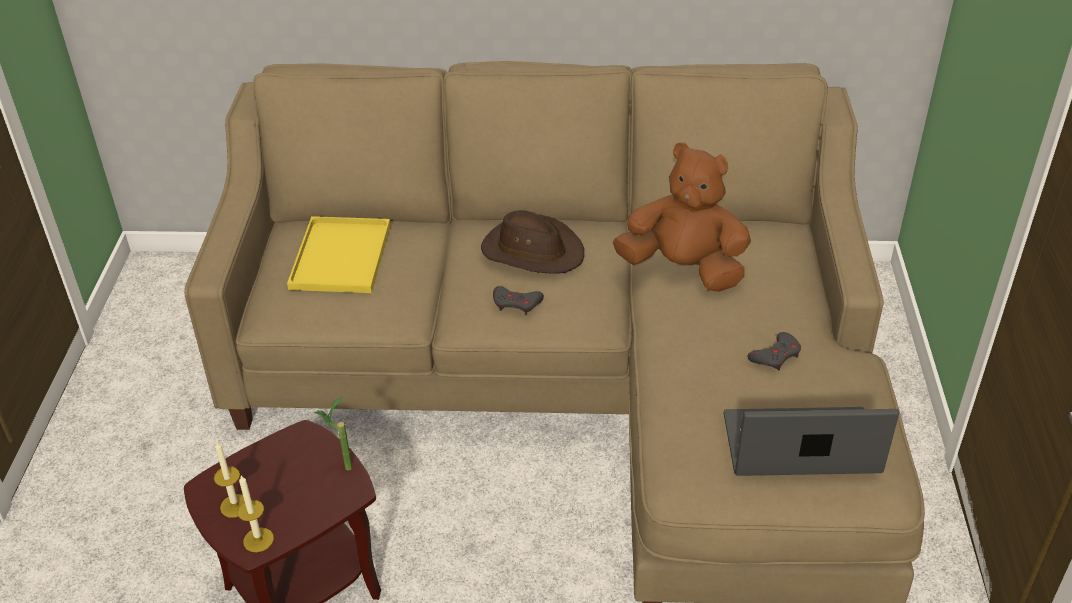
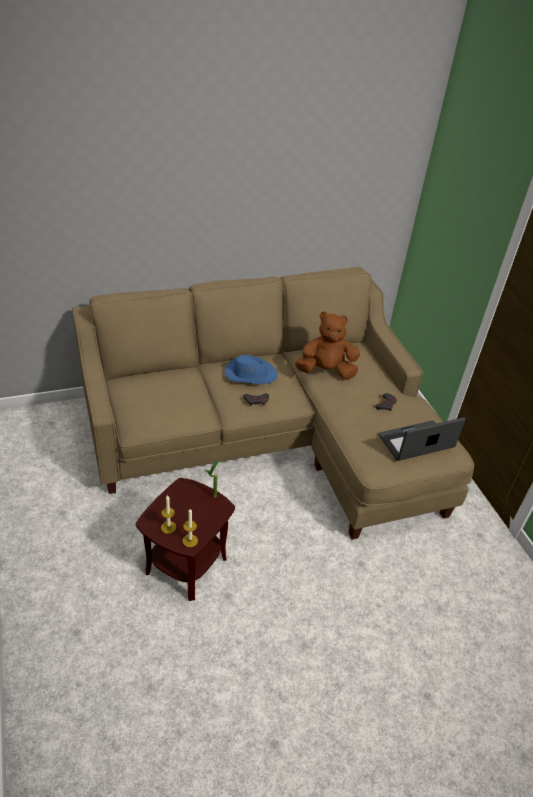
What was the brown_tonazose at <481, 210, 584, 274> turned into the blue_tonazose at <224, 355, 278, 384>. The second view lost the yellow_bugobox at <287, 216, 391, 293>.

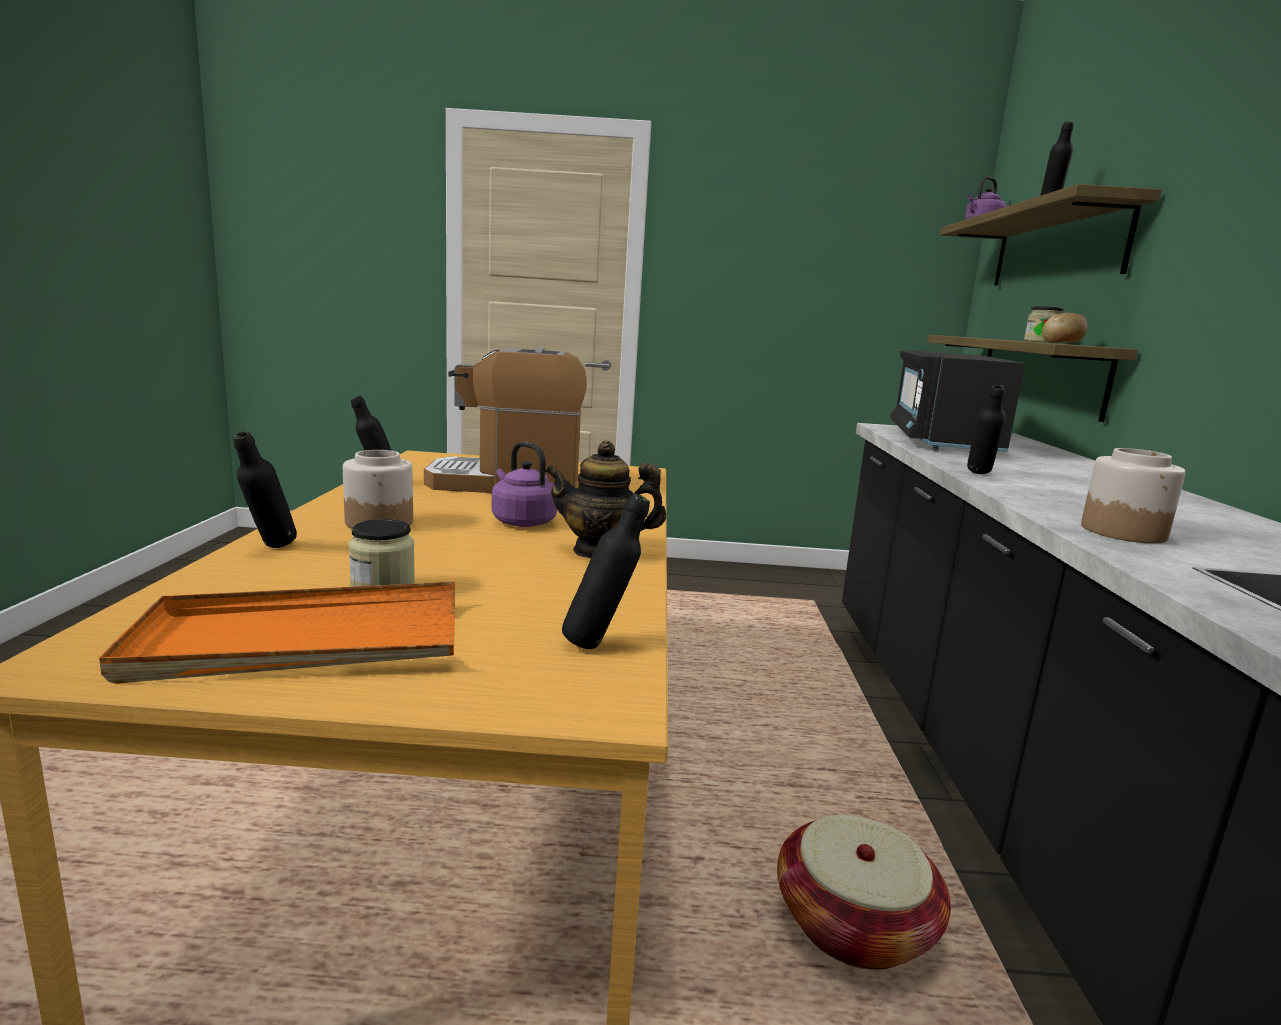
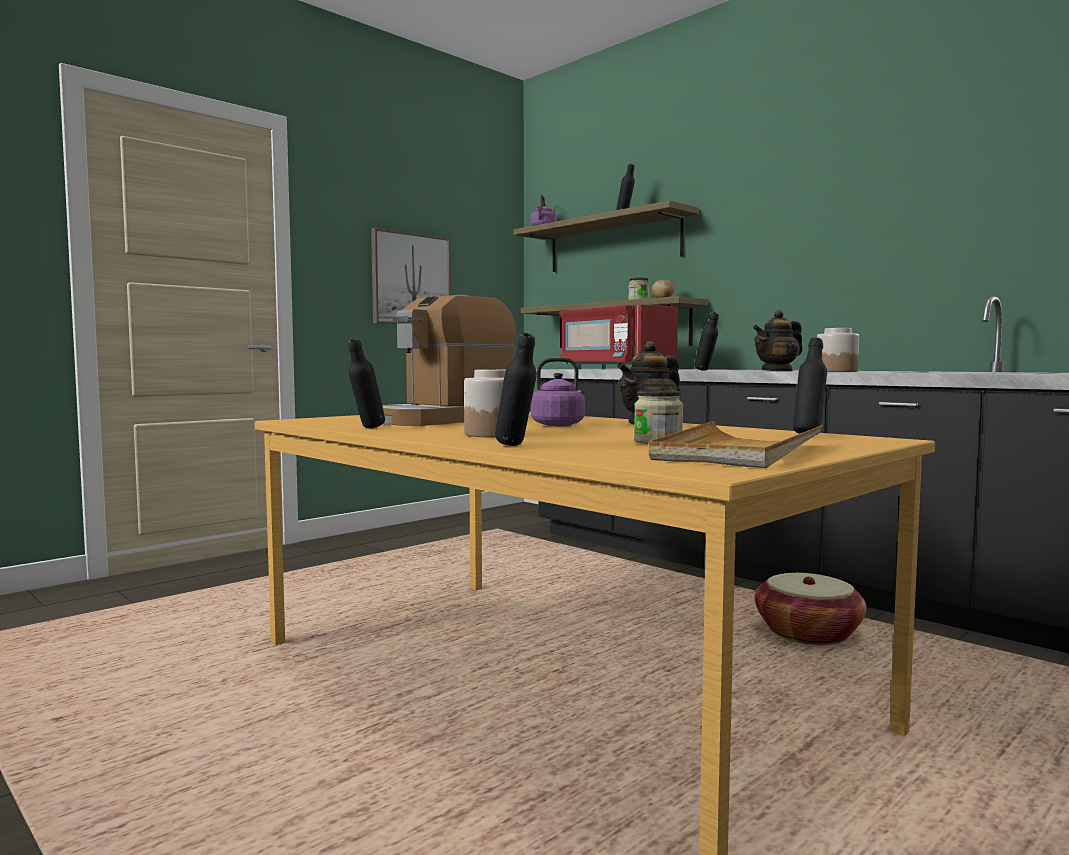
The second view gained the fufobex at <371, 228, 451, 324>. What was the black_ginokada at <891, 351, 1025, 452> turned into the red_ginokada at <559, 305, 678, 369>. What was the orange_bugobox at <99, 582, 455, 684> turned into the beige_bugobox at <649, 421, 823, 468>. The second view gained the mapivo at <753, 310, 803, 371>.

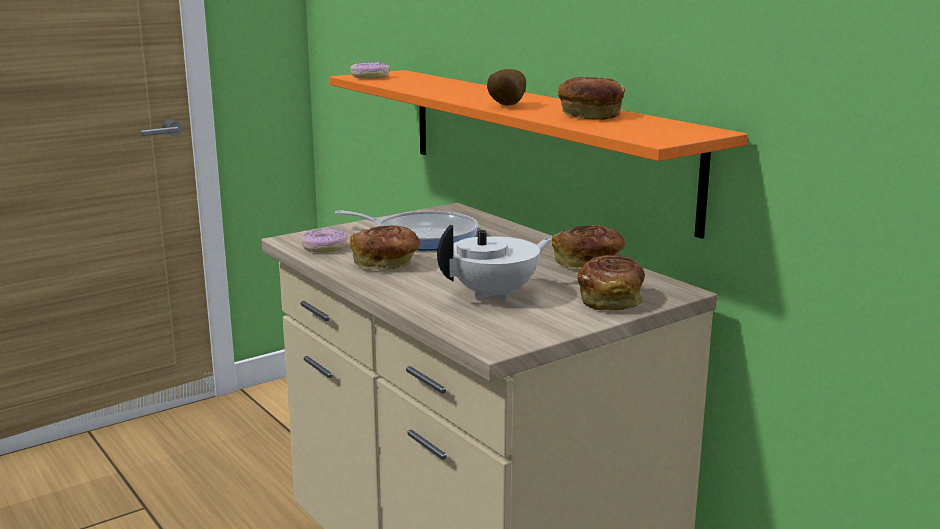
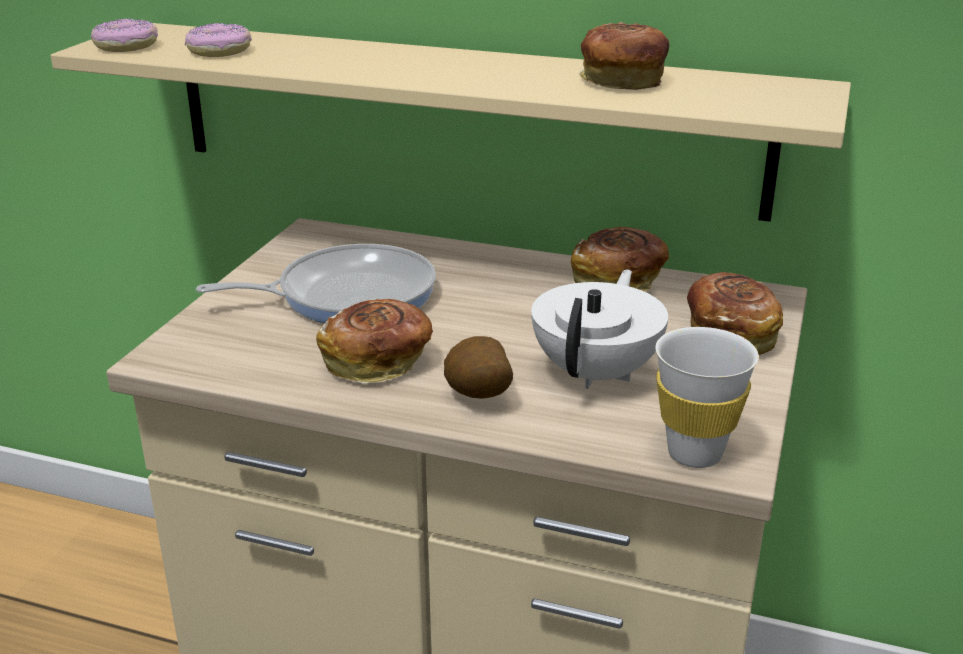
What was the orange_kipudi at <330, 70, 748, 239> turned into the beige_kipudi at <51, 23, 851, 222>. The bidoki ended up elsewhere, having gone from <301, 228, 348, 253> to <185, 23, 252, 57>. The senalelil ended up elsewhere, having gone from <487, 69, 526, 106> to <444, 336, 513, 399>. The second view gained the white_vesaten at <655, 327, 759, 468>.

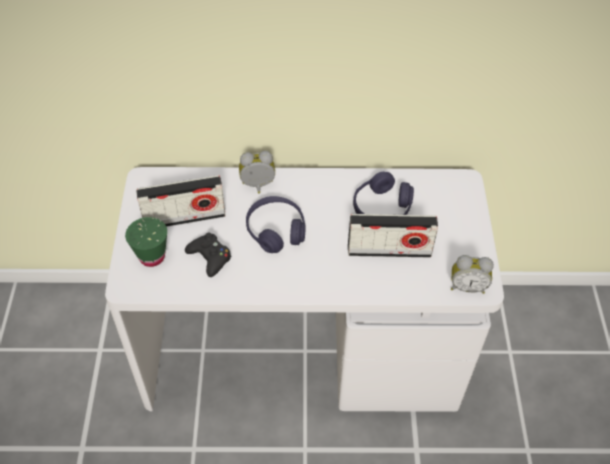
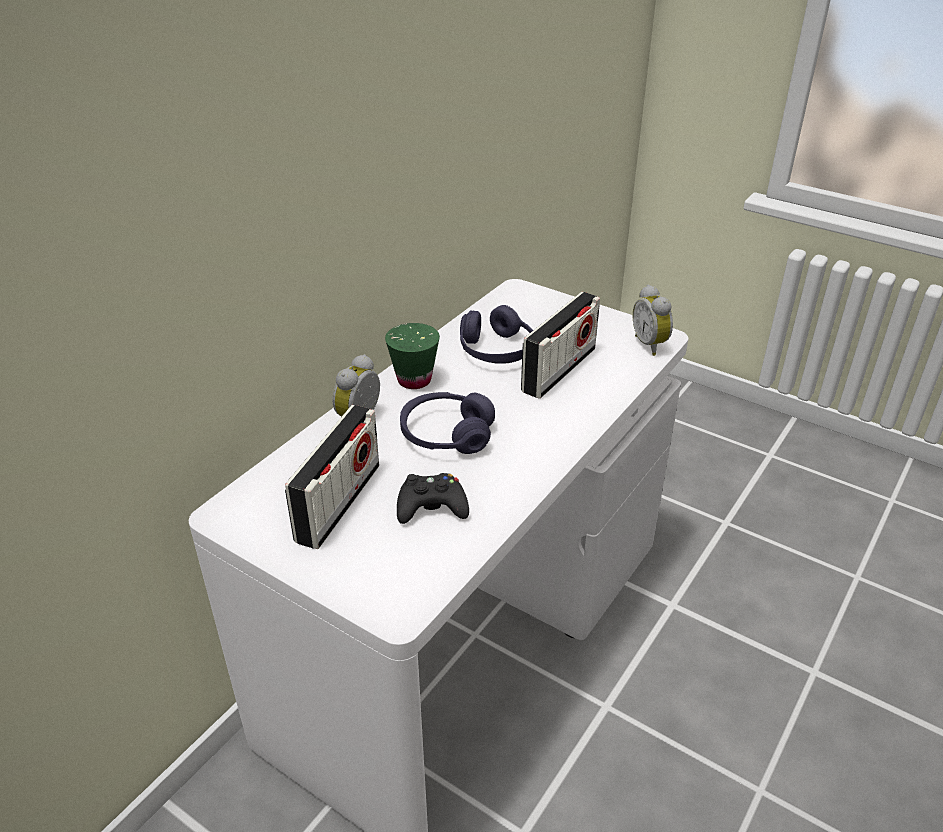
The green_vesaten ended up elsewhere, having gone from <125, 217, 167, 267> to <385, 323, 440, 389>. The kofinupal at <451, 255, 494, 294> ended up facing another way, 120 degrees clockwise from before.

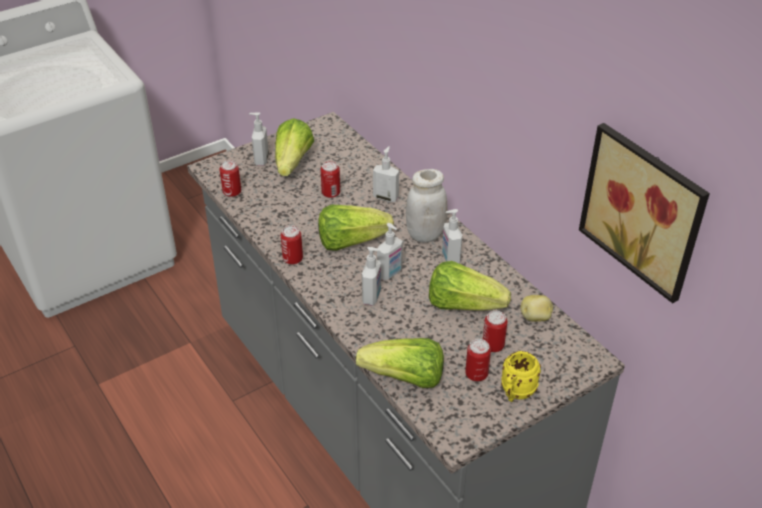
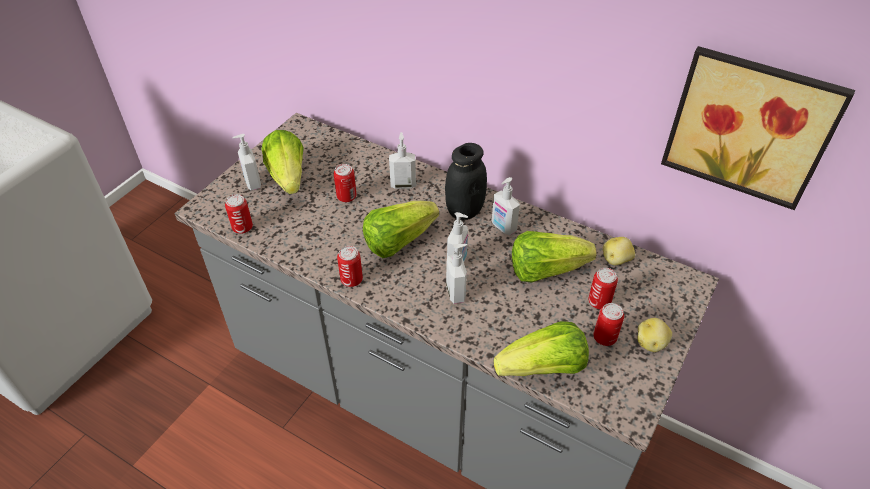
What was the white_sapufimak at <406, 169, 448, 243> turned into the black_sapufimak at <445, 143, 487, 220>. Where the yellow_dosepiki stood at <501, 351, 541, 402>, the senalelil came to stand at <637, 318, 672, 352>.

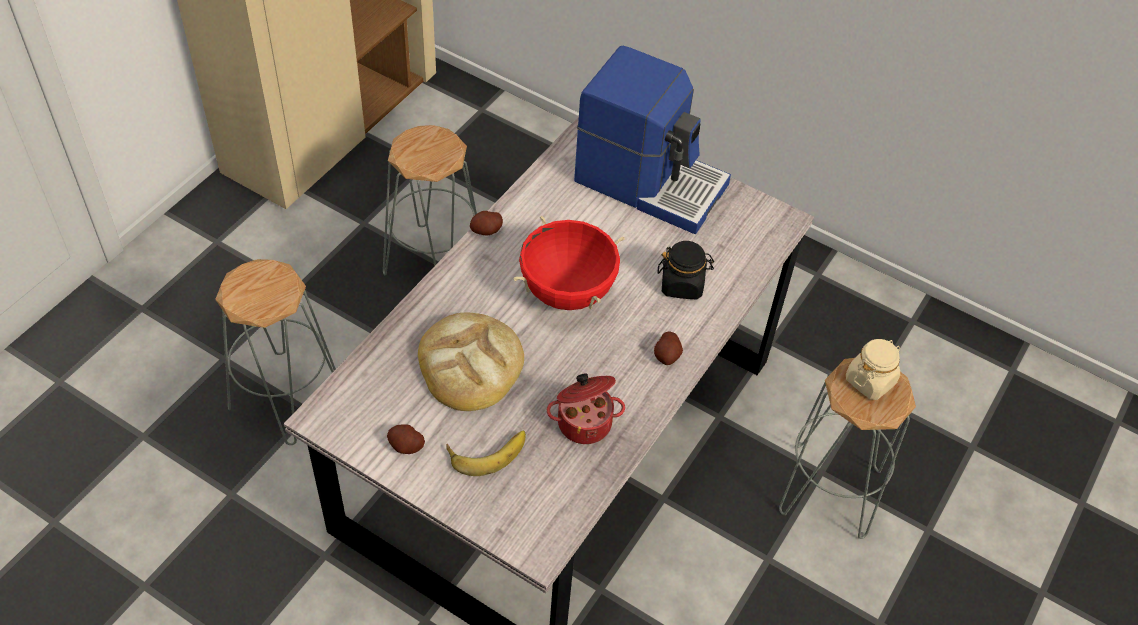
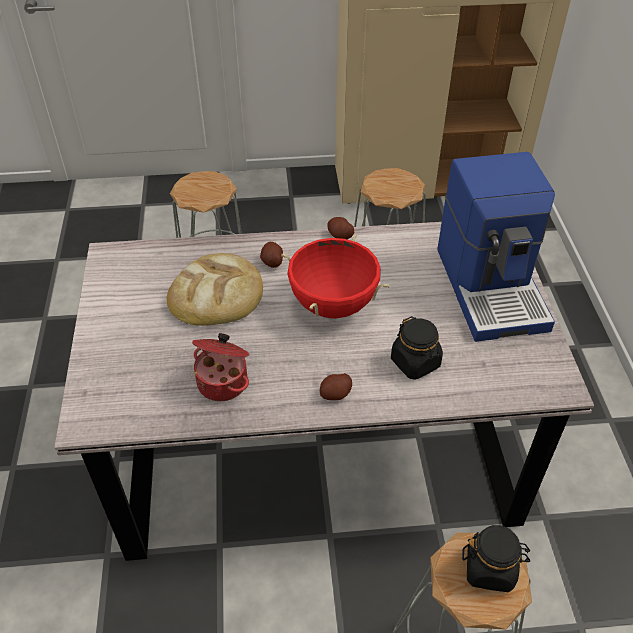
The senalelil ended up elsewhere, having gone from <387, 424, 425, 454> to <260, 242, 283, 268>. What was the beige_sapufimak at <846, 339, 900, 400> turned into the black_sapufimak at <462, 525, 530, 592>. The second view lost the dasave at <446, 431, 526, 476>.

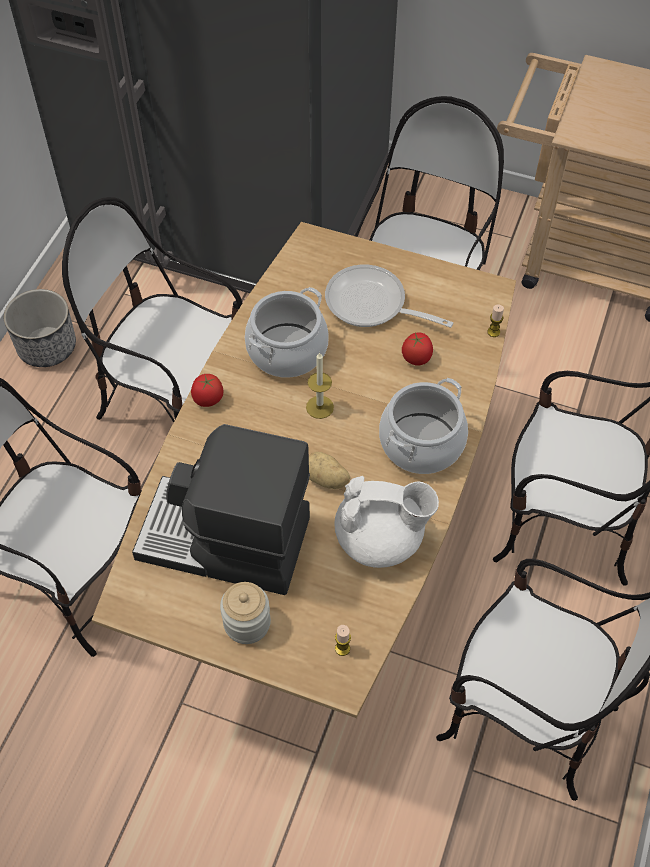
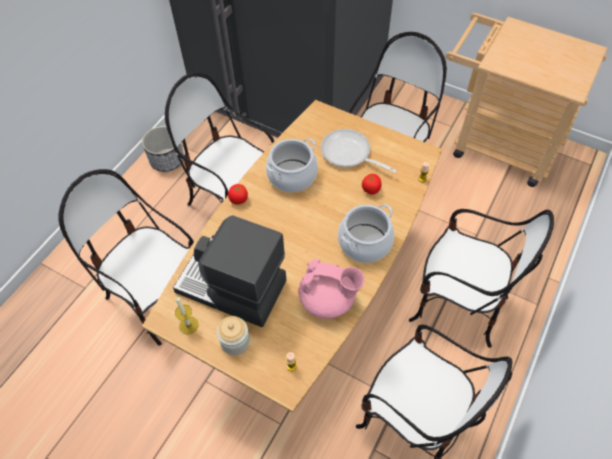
The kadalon ended up elsewhere, having gone from <306, 352, 334, 419> to <175, 297, 199, 334>. What was the white_mapivo at <334, 476, 439, 568> turned into the pink_mapivo at <299, 259, 364, 319>. The second view lost the senalelil at <309, 452, 350, 489>.

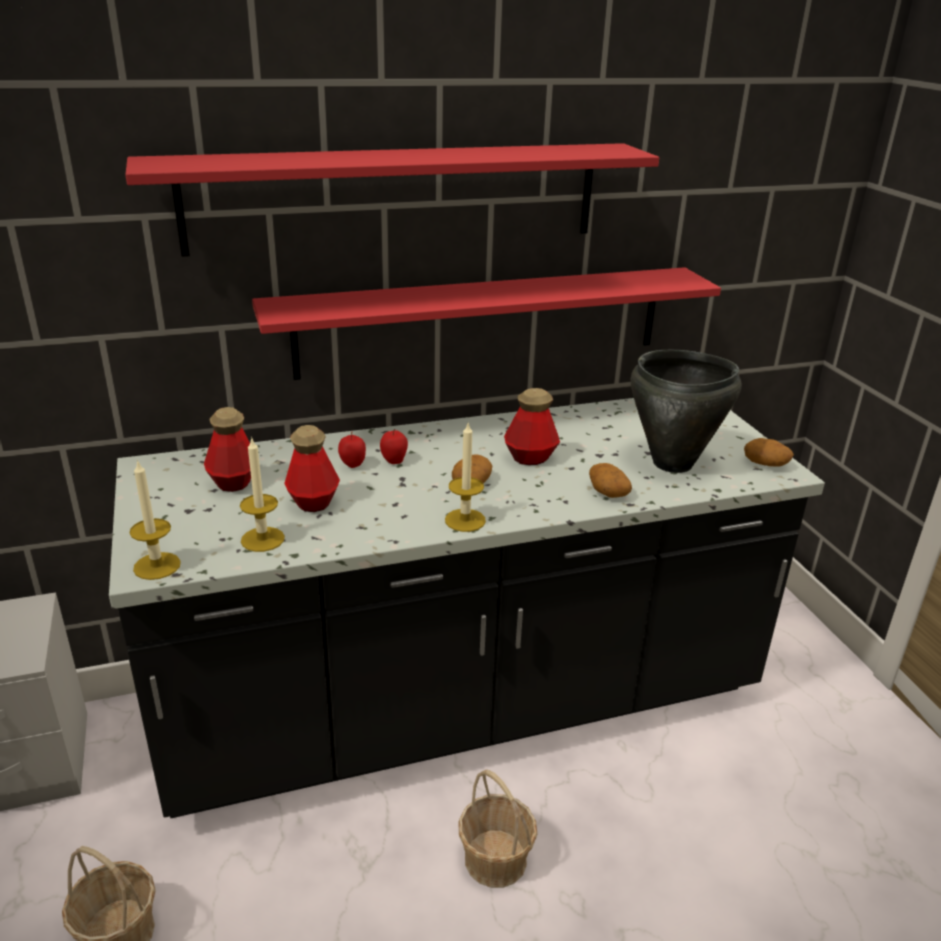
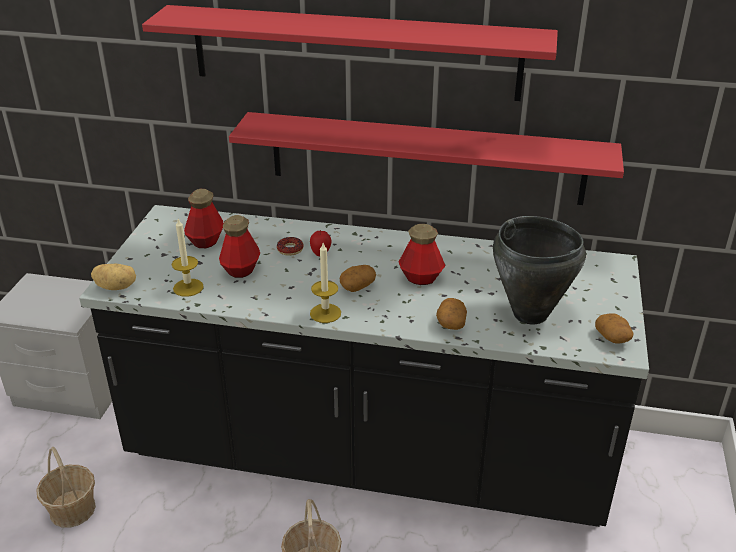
Where the kadalon stood at <130, 459, 181, 580>, the senalelil came to stand at <91, 264, 136, 290>. Where the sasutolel stood at <338, 432, 366, 468>, the bidoki came to stand at <277, 237, 304, 256>.

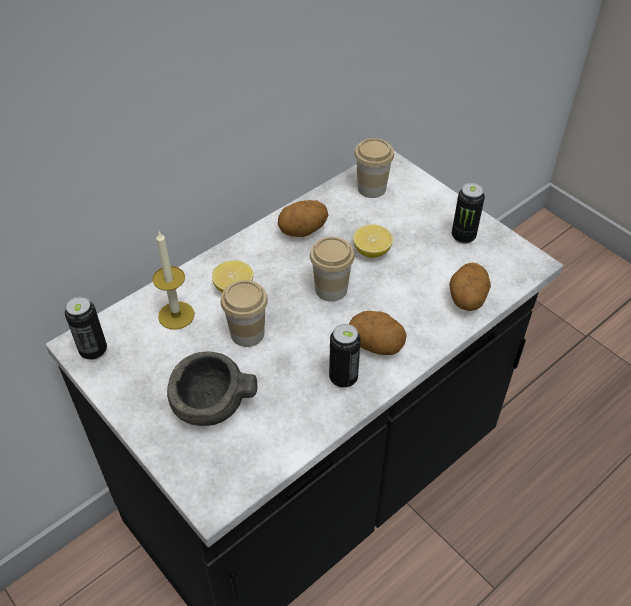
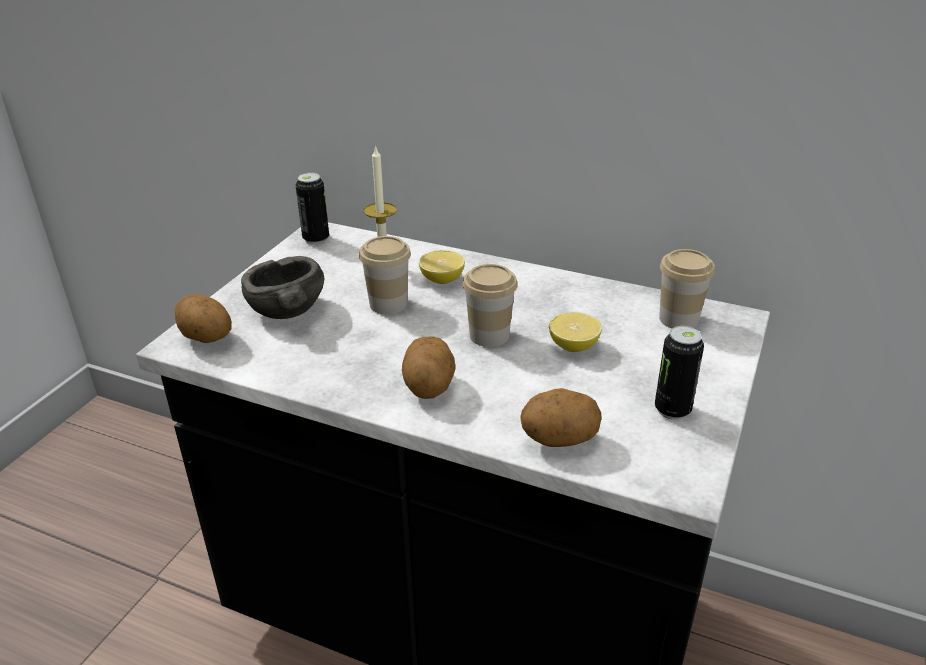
The senalelil ended up elsewhere, having gone from <278, 200, 328, 237> to <175, 294, 232, 343>. The second view lost the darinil at <329, 324, 361, 388>.

